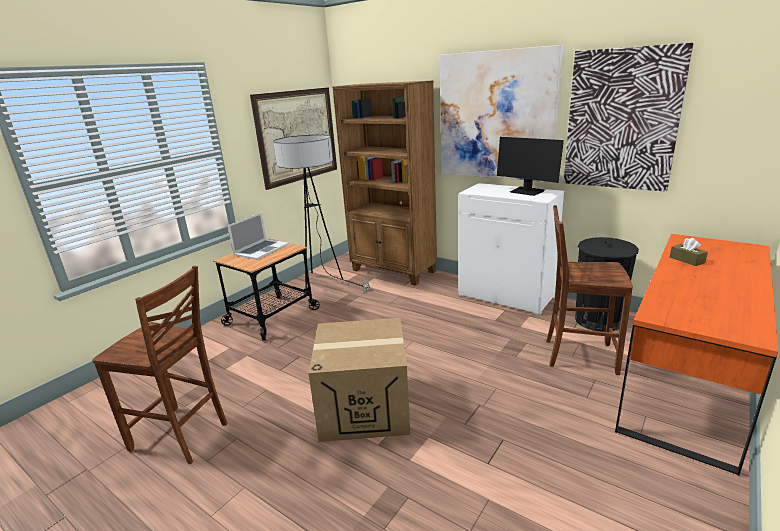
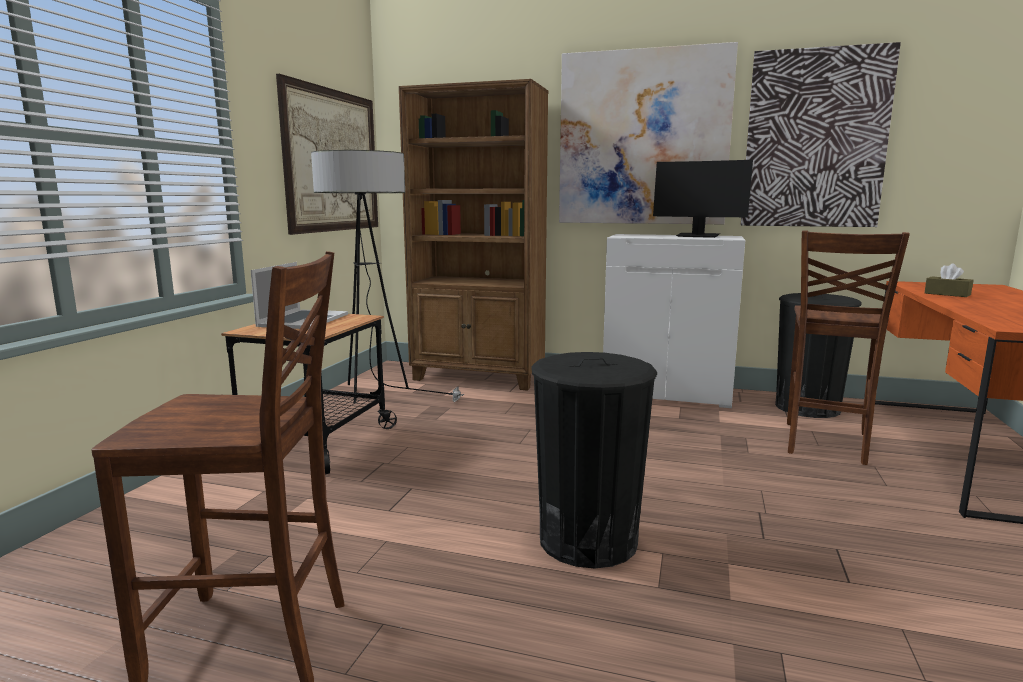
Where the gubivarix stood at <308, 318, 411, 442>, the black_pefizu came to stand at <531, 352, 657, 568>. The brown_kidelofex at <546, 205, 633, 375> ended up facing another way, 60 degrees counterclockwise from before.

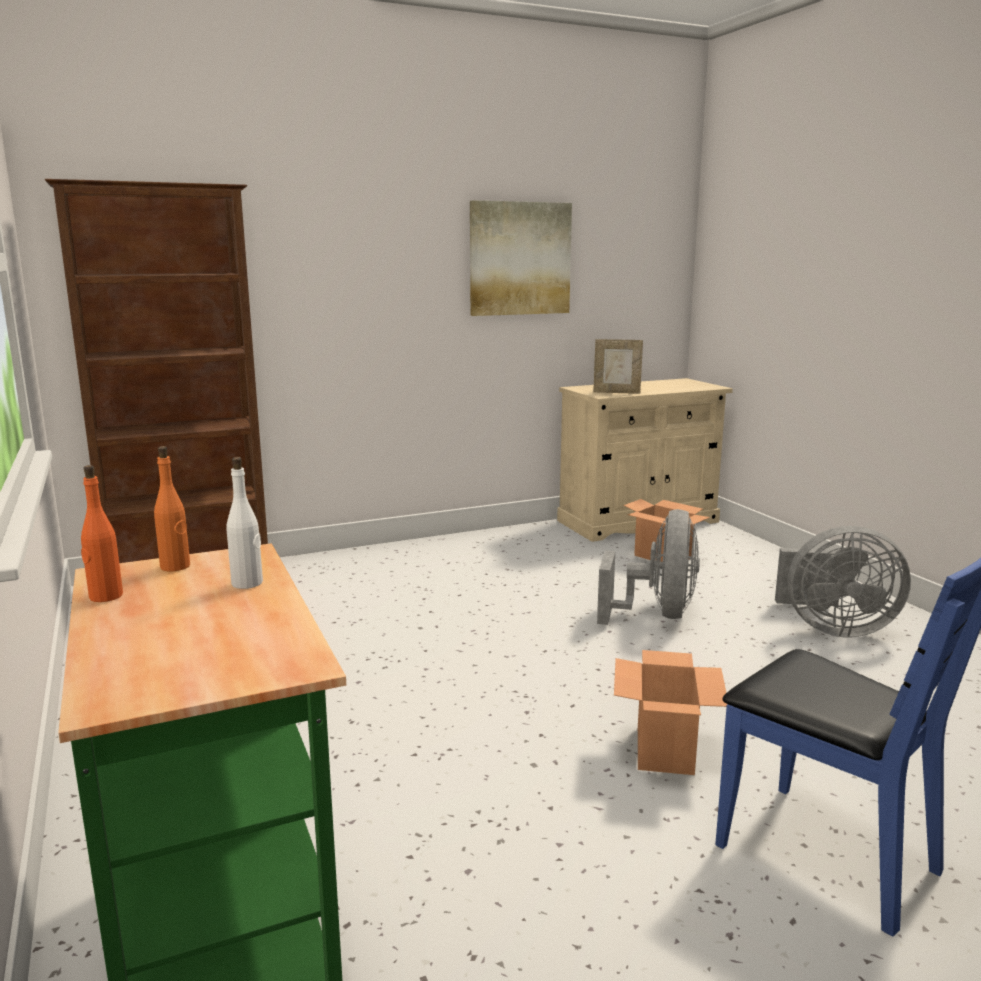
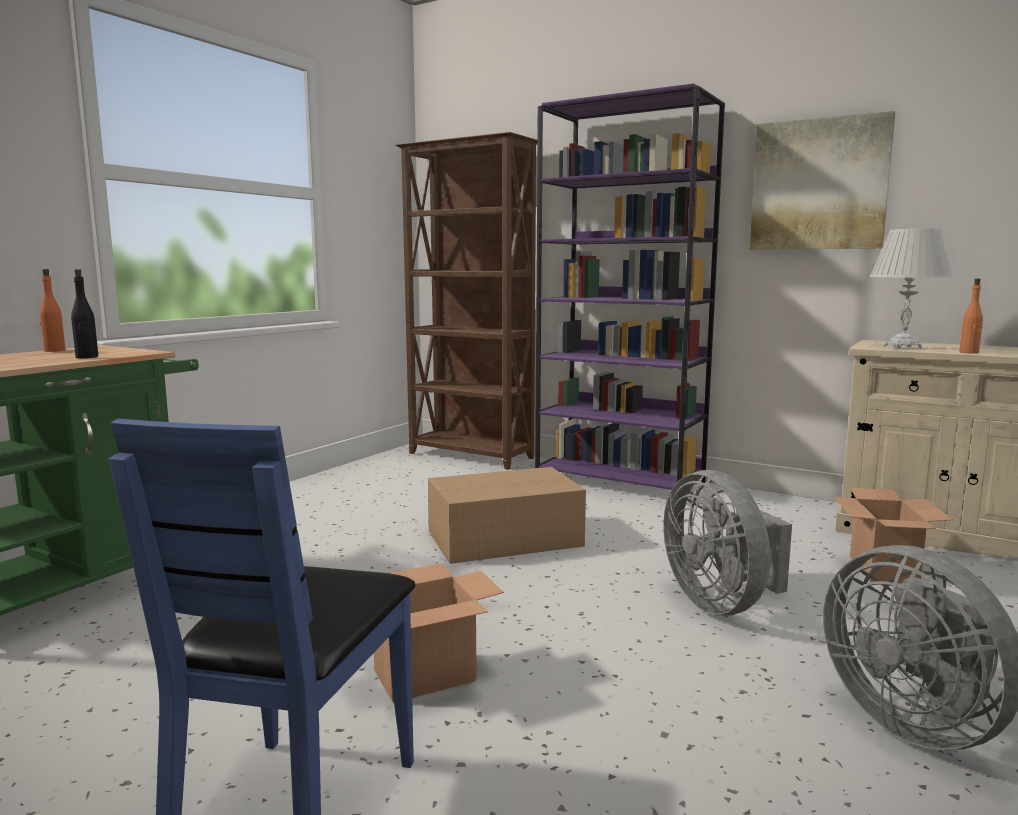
What was the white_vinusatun at <226, 457, 263, 589> turned into the black_vinusatun at <71, 269, 98, 358>. The second view gained the gubivarix at <428, 467, 586, 564>. The second view gained the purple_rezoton at <535, 83, 725, 490>. The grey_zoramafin at <597, 509, 700, 625> ended up facing another way, 90 degrees clockwise from before. Where the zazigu stood at <593, 339, 643, 394>, the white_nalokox came to stand at <869, 228, 952, 349>. The orange_vinusatun ended up elsewhere, having gone from <154, 446, 190, 572> to <959, 278, 983, 354>.

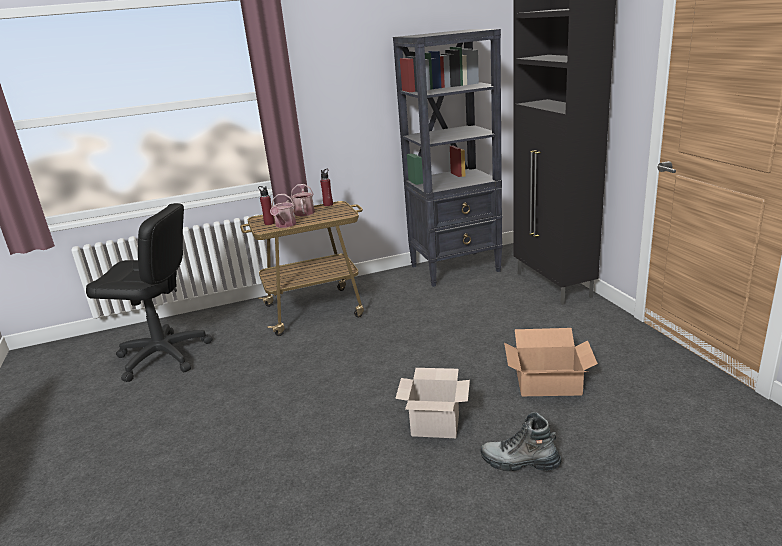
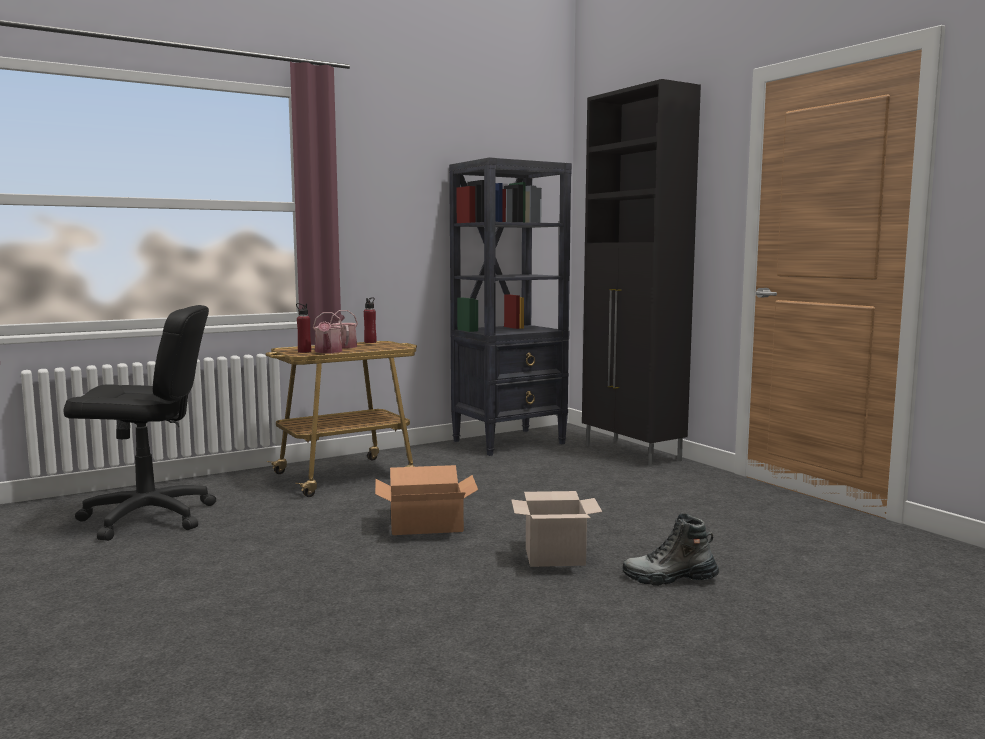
The gubivarix ended up elsewhere, having gone from <504, 328, 598, 396> to <375, 465, 478, 535>.

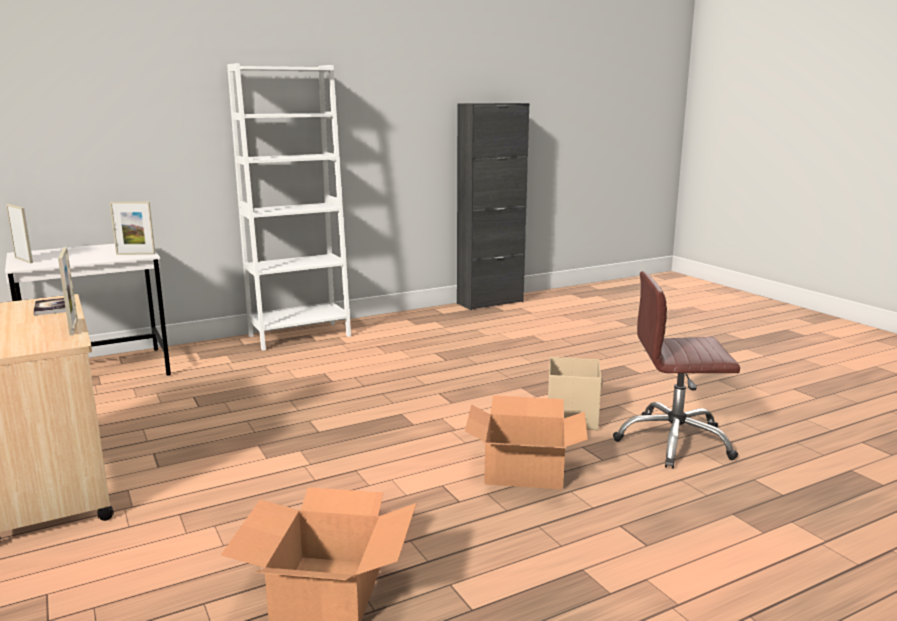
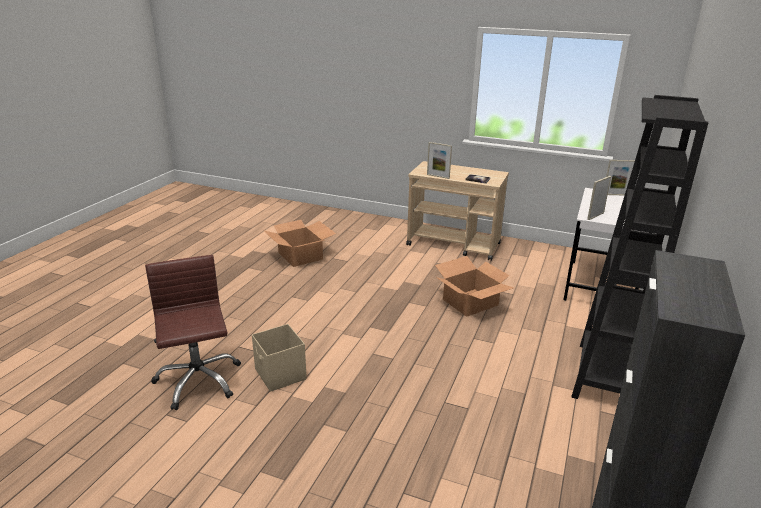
The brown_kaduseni at <613, 271, 740, 469> ended up facing another way, 75 degrees counterclockwise from before. The gubivarix ended up elsewhere, having gone from <465, 396, 588, 489> to <435, 256, 514, 317>. What was the white_rezoton at <227, 63, 351, 351> turned into the black_rezoton at <571, 95, 709, 399>.

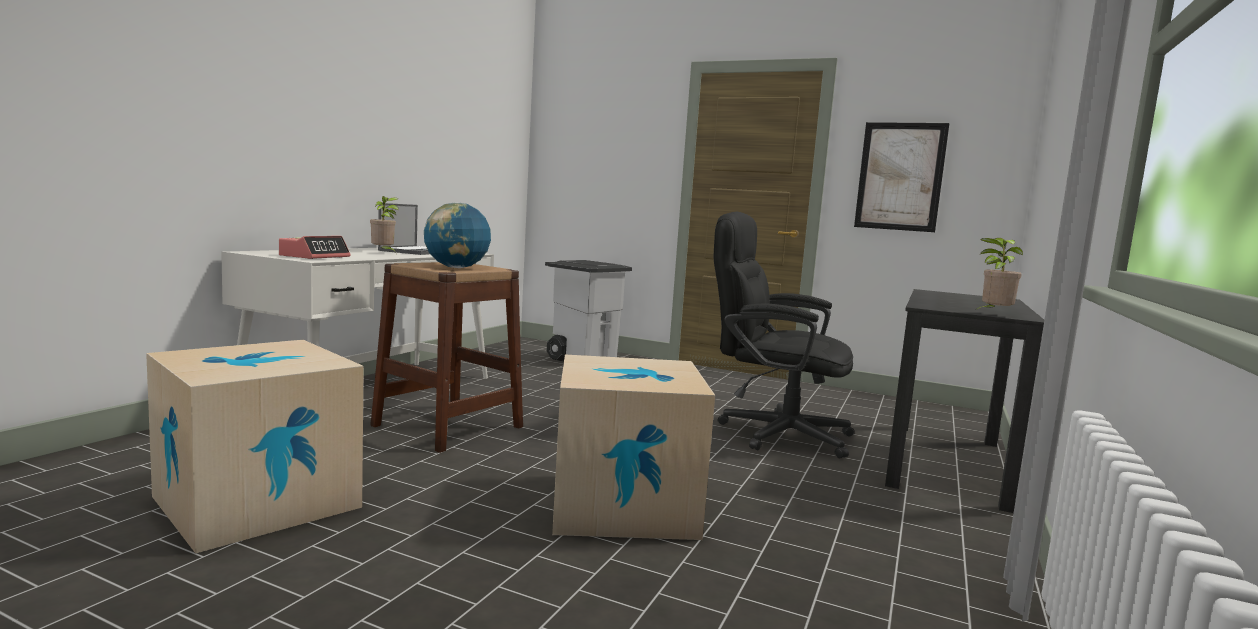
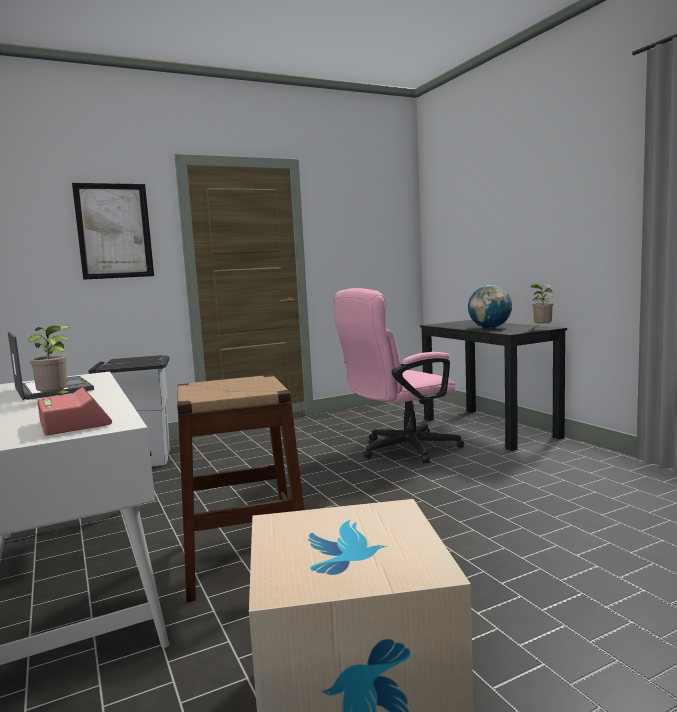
The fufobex ended up elsewhere, having gone from <854, 122, 949, 232> to <72, 183, 154, 280>. What was the black_kaduseni at <714, 212, 855, 458> turned into the pink_kaduseni at <334, 288, 464, 464>. The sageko ended up elsewhere, having gone from <424, 202, 491, 268> to <468, 285, 512, 328>. The second view lost the gubivarix at <552, 355, 715, 540>.

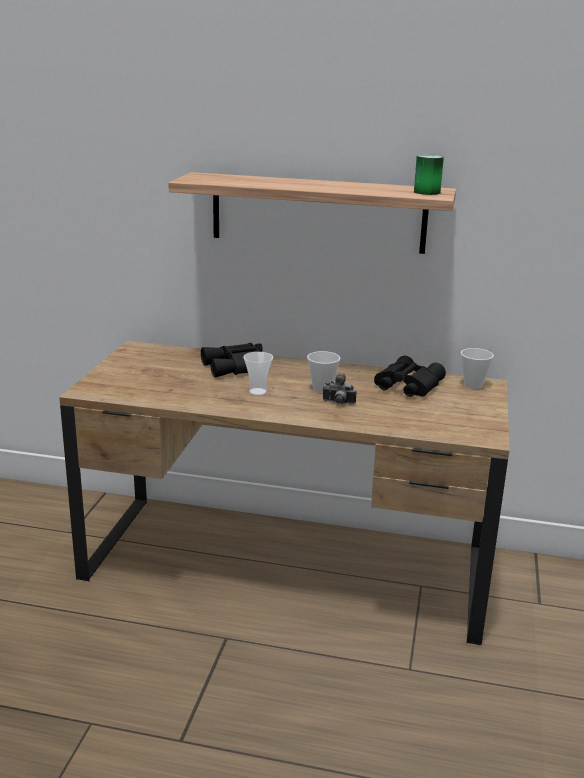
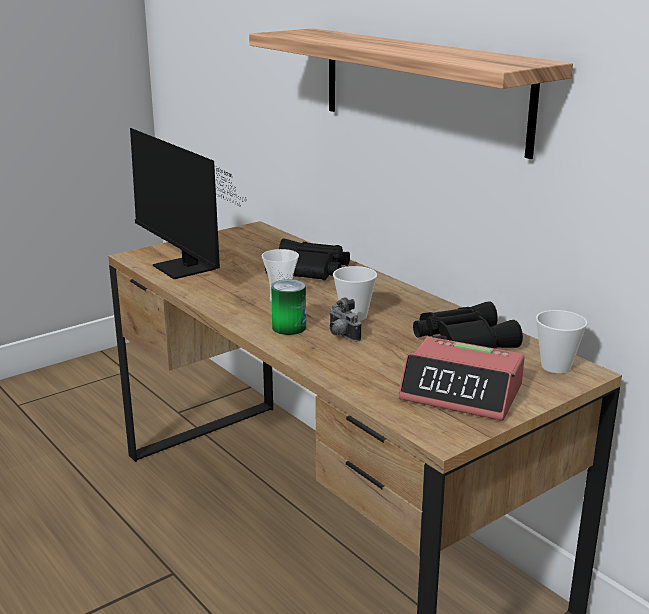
The second view gained the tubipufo at <130, 128, 247, 279>. The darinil ended up elsewhere, having gone from <414, 154, 444, 195> to <271, 279, 306, 335>. The second view gained the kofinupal at <398, 337, 525, 421>.

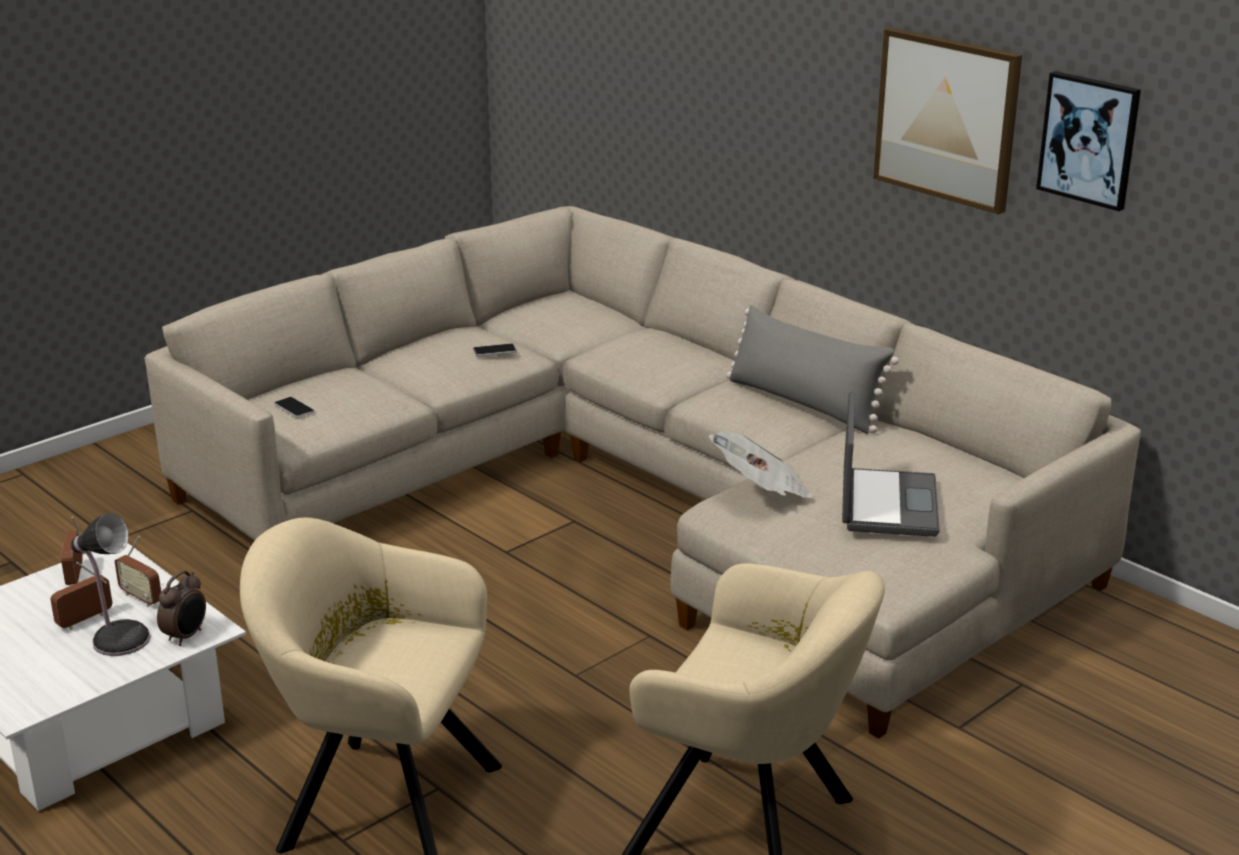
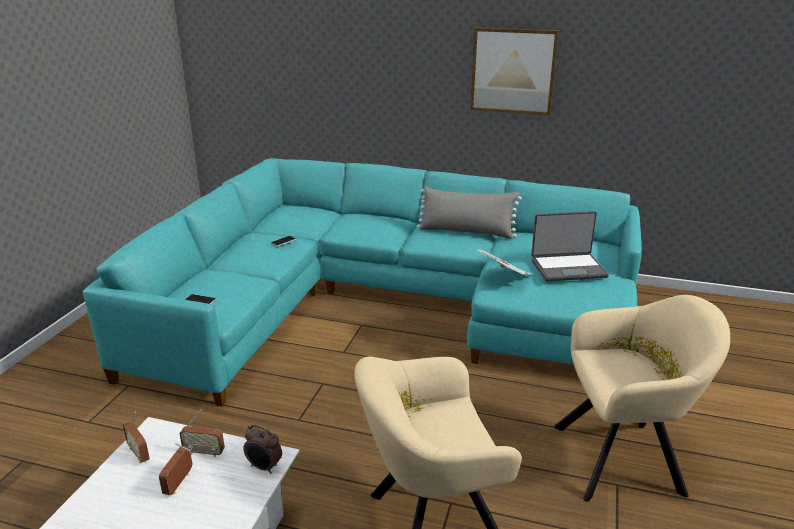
What was the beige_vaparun at <144, 206, 1141, 739> turned into the turquoise_vaparun at <82, 158, 642, 407>. The kofinupal at <157, 570, 206, 646> ended up facing another way, 120 degrees clockwise from before. The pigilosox at <842, 391, 940, 537> ended up facing another way, 105 degrees clockwise from before. The second view lost the nalokox at <71, 513, 151, 656>. The second view lost the fufobex at <1036, 71, 1141, 211>.

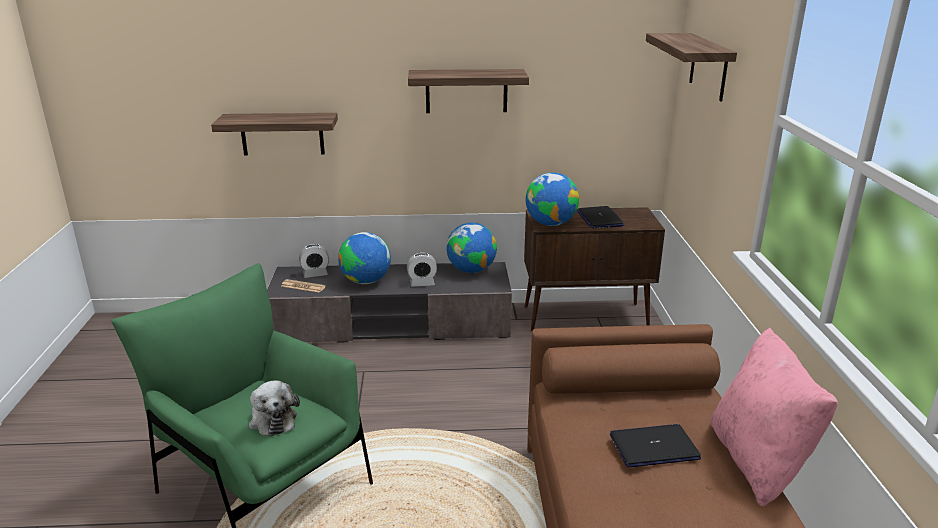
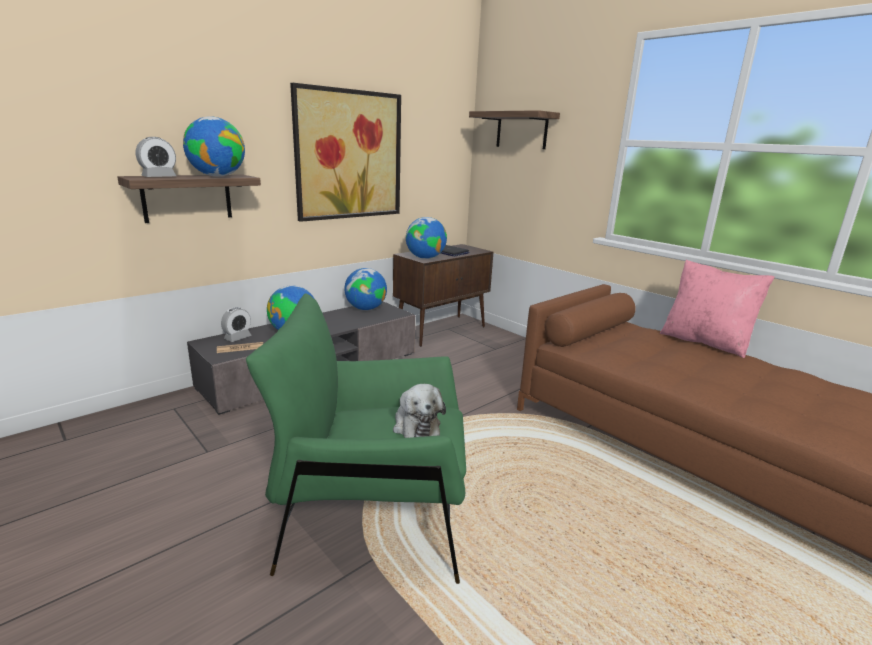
The kofinupal ended up elsewhere, having gone from <407, 253, 437, 287> to <136, 137, 176, 177>. The second view gained the sageko at <183, 116, 245, 177>. Where the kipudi hung at <408, 69, 529, 113>, the fufobex came to hang at <290, 83, 401, 222>. The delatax at <249, 380, 300, 437> ended up facing another way, 45 degrees clockwise from before. The second view lost the pigilosox at <610, 424, 701, 468>.

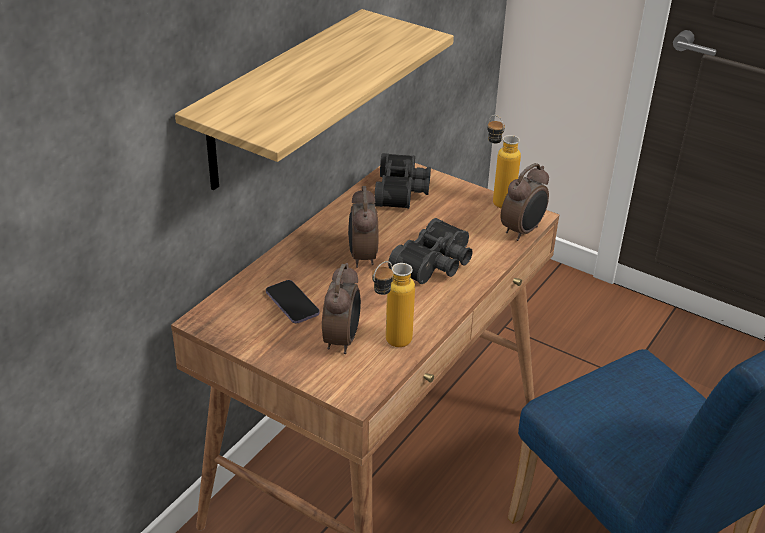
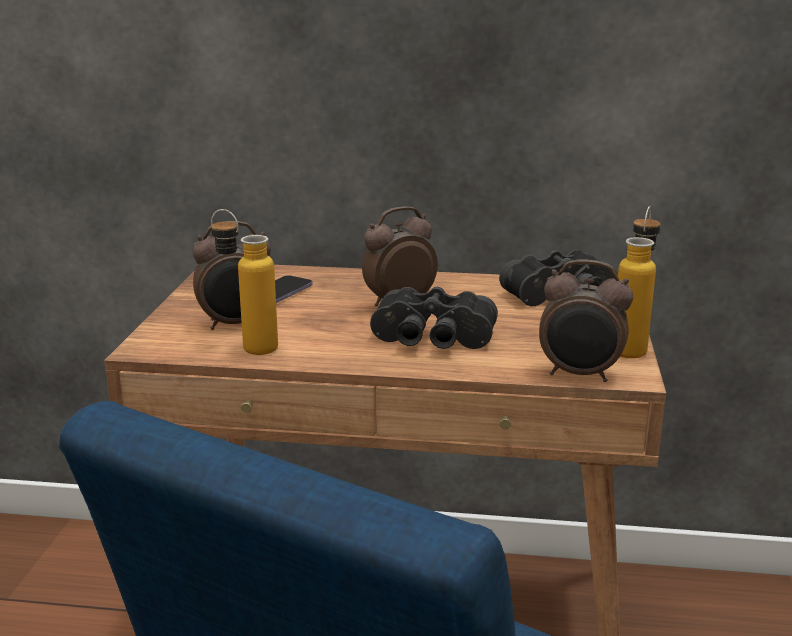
The second view lost the kipudi at <175, 9, 454, 190>.

